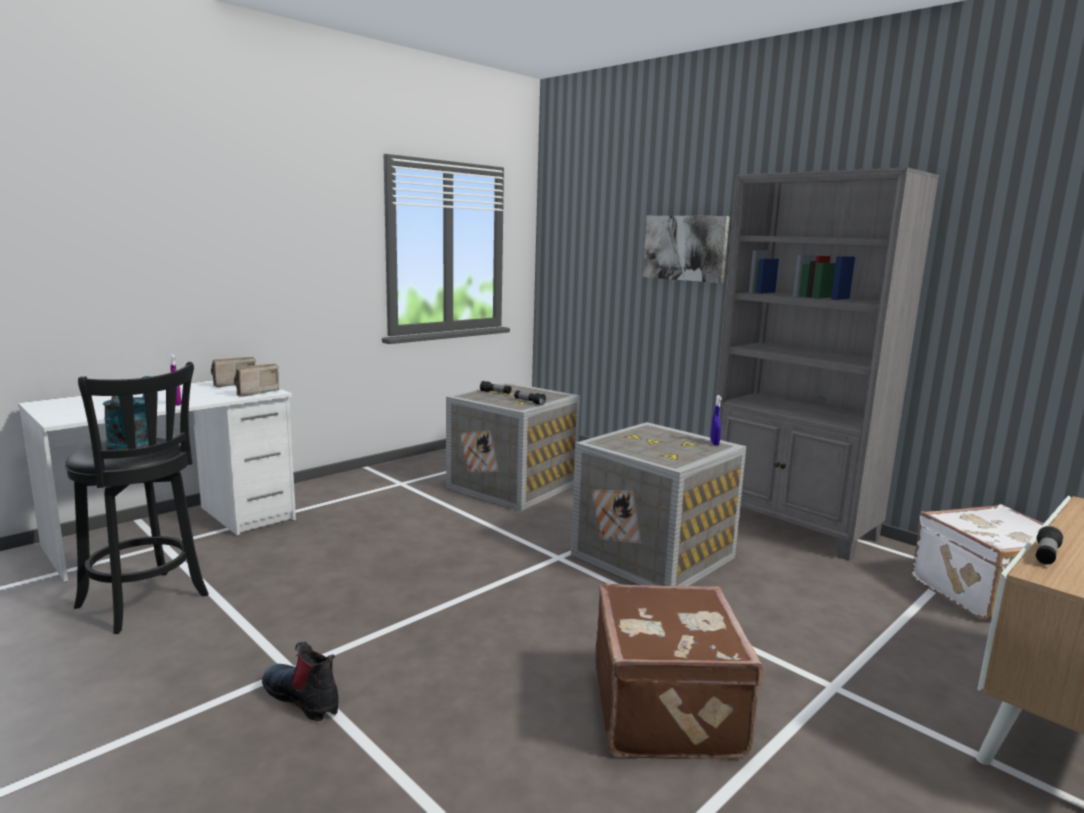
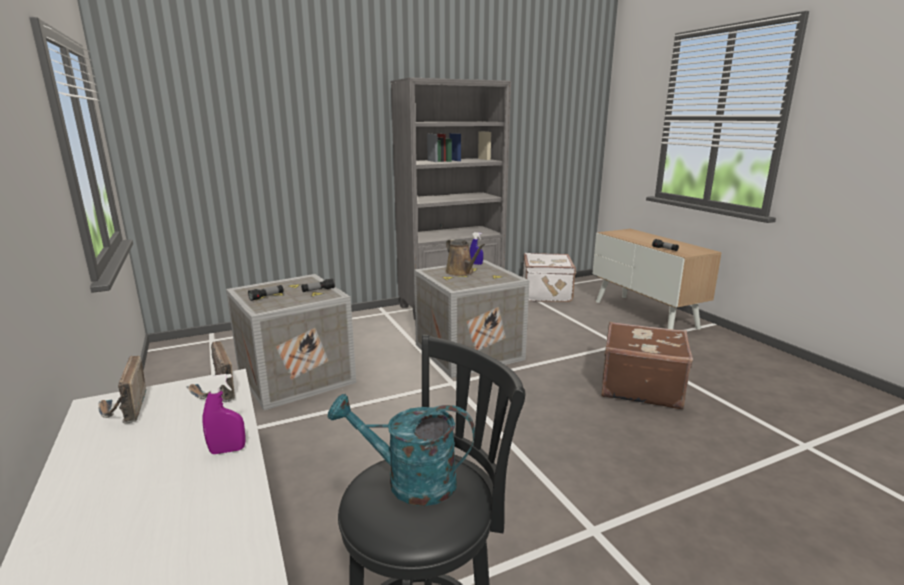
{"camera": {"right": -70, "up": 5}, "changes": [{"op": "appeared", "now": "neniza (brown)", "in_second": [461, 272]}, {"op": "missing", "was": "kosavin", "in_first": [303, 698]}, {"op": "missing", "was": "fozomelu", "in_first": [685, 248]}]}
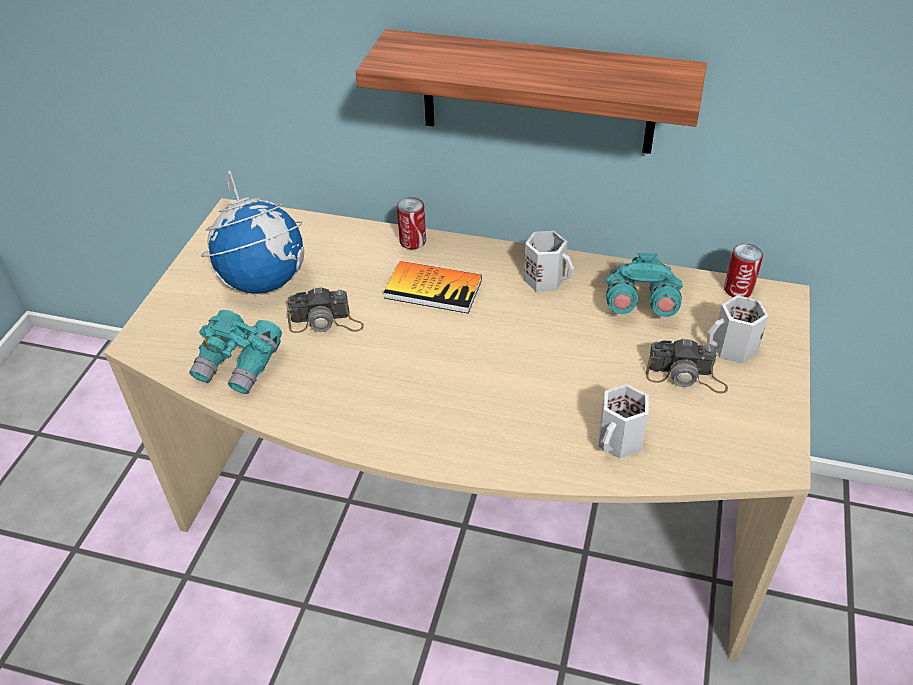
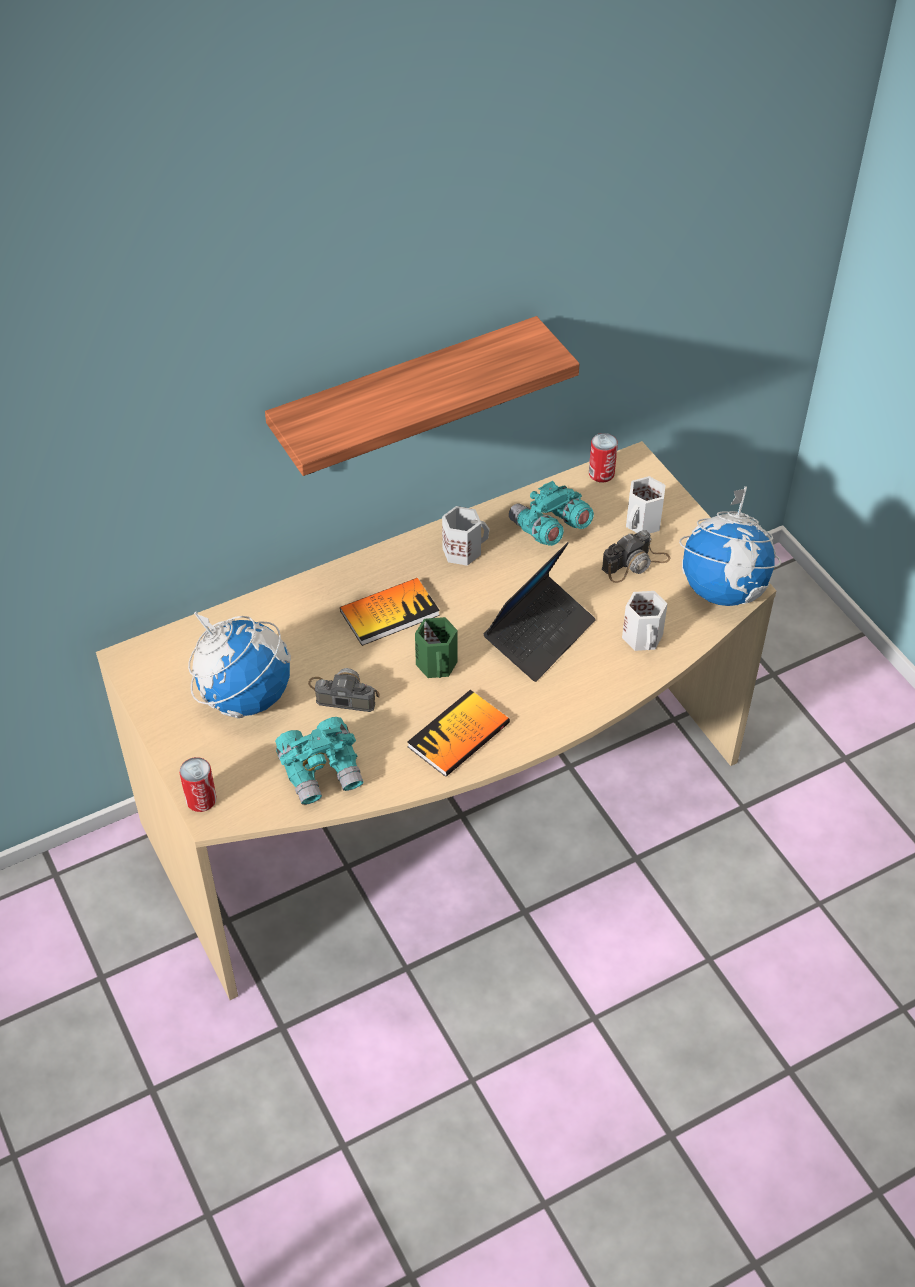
{"camera": {"right": -45, "up": 5}, "changes": [{"op": "relocated", "was": "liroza", "in_first": [413, 241], "in_second": [201, 799]}, {"op": "spun", "was": "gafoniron", "in_first": [326, 322], "in_second": [342, 694], "clockwise": -120}, {"op": "appeared", "now": "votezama", "in_second": [458, 735]}, {"op": "appeared", "now": "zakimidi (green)", "in_second": [438, 664]}, {"op": "appeared", "now": "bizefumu", "in_second": [539, 635]}, {"op": "appeared", "now": "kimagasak", "in_second": [724, 589]}]}
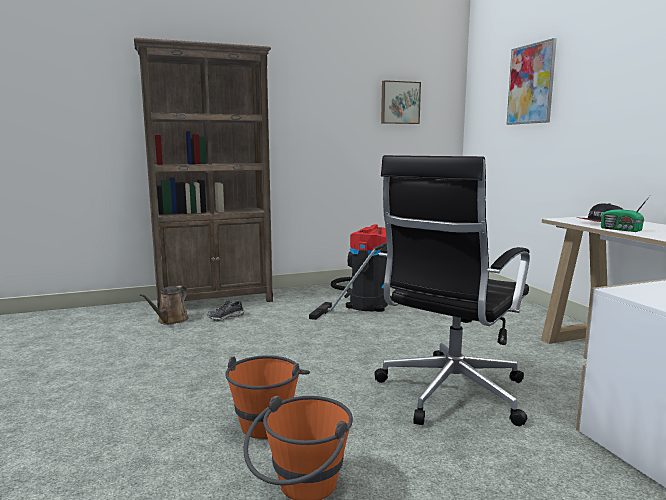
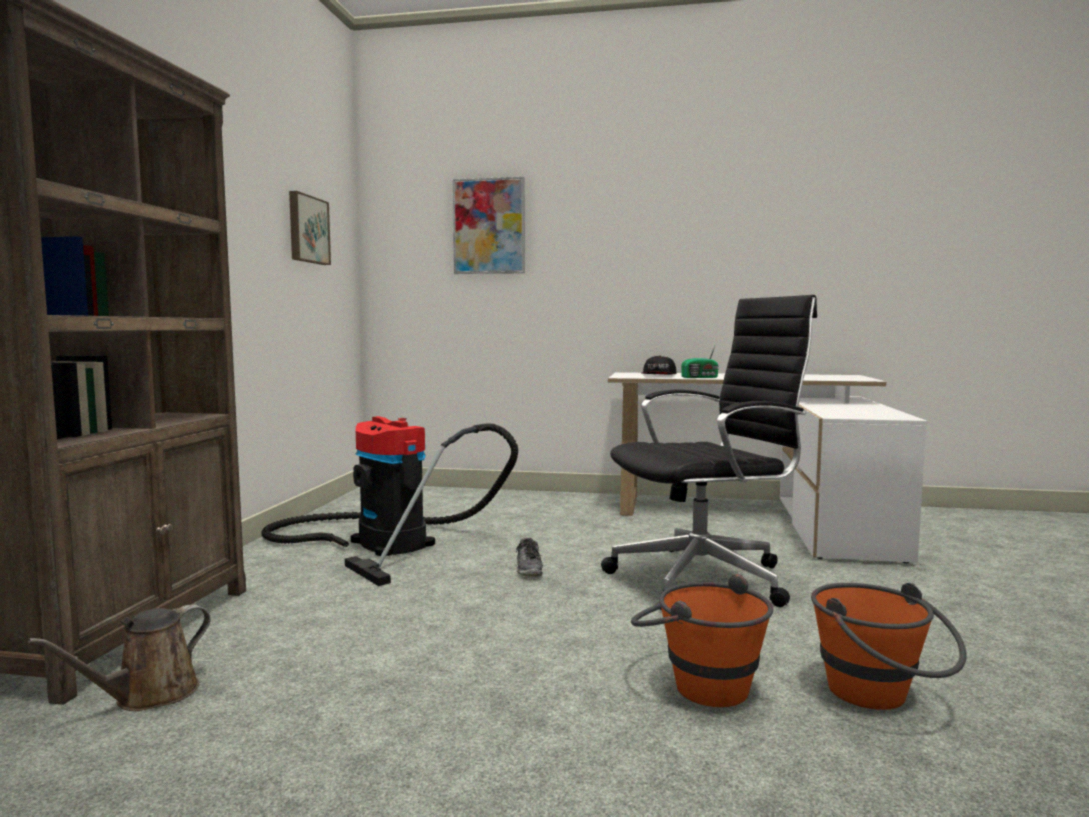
{"camera": {"right": -60, "up": -5}, "changes": [{"op": "spun", "was": "neniza (brown)", "in_first": [171, 320], "in_second": [149, 696], "clockwise": 75}, {"op": "relocated", "was": "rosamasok", "in_first": [225, 317], "in_second": [529, 569]}, {"op": "spun", "was": "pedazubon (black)", "in_first": [449, 394], "in_second": [705, 578], "clockwise": -90}]}
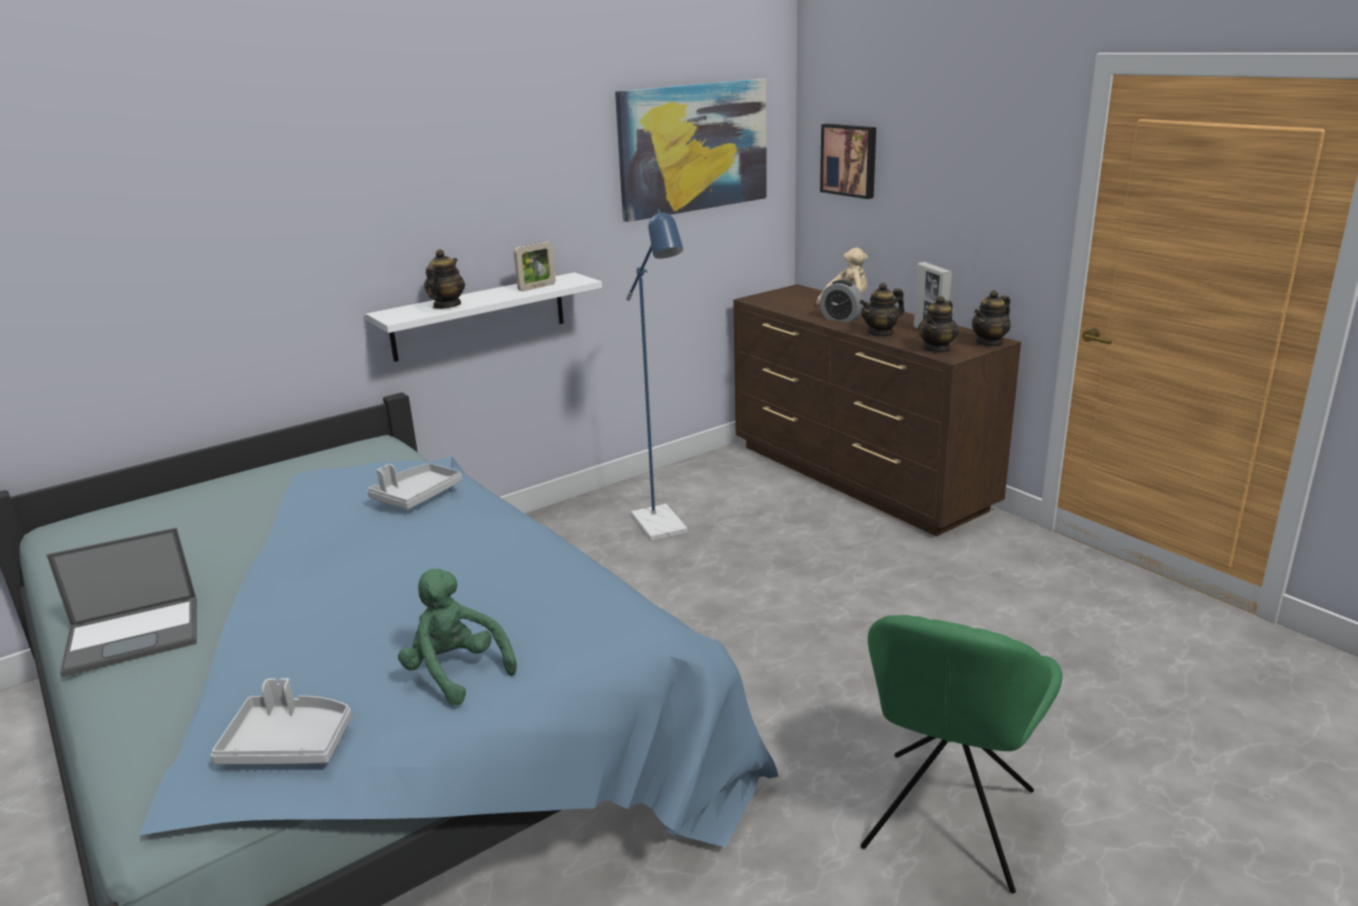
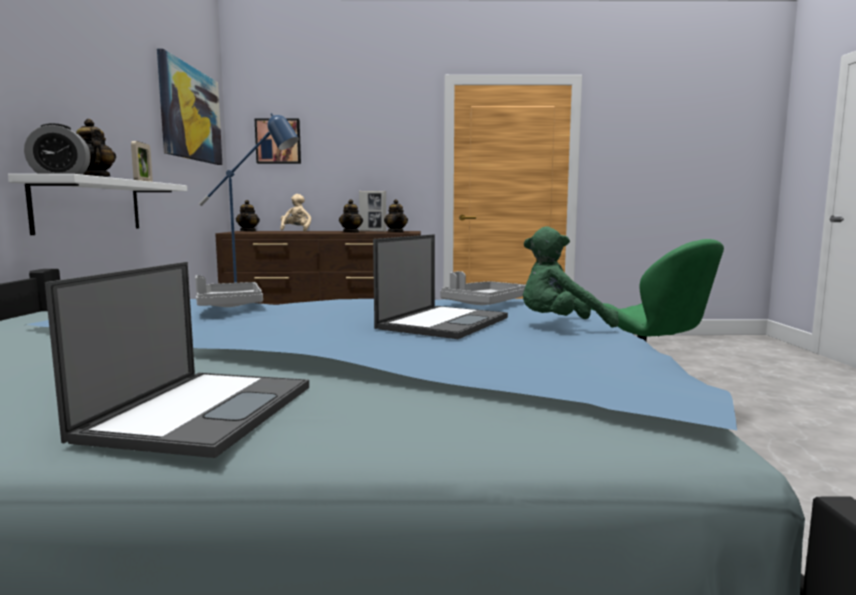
{"camera": {"right": -55, "up": -15}, "changes": [{"op": "relocated", "was": "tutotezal", "in_first": [841, 319], "in_second": [60, 174]}, {"op": "relocated", "was": "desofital", "in_first": [989, 343], "in_second": [248, 231]}, {"op": "appeared", "now": "bizefumu", "in_second": [444, 322]}, {"op": "relocated", "was": "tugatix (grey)", "in_first": [289, 743], "in_second": [484, 304]}]}
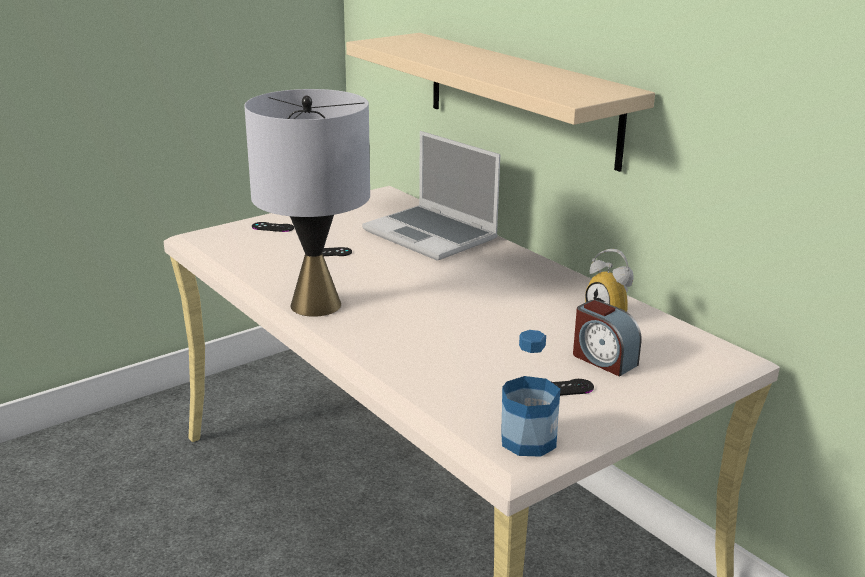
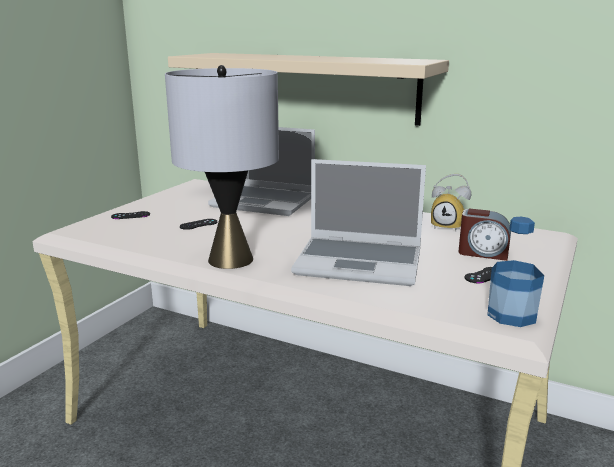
{"camera": {"right": -25, "up": -5}, "changes": [{"op": "appeared", "now": "bizefumu", "in_second": [360, 263]}]}
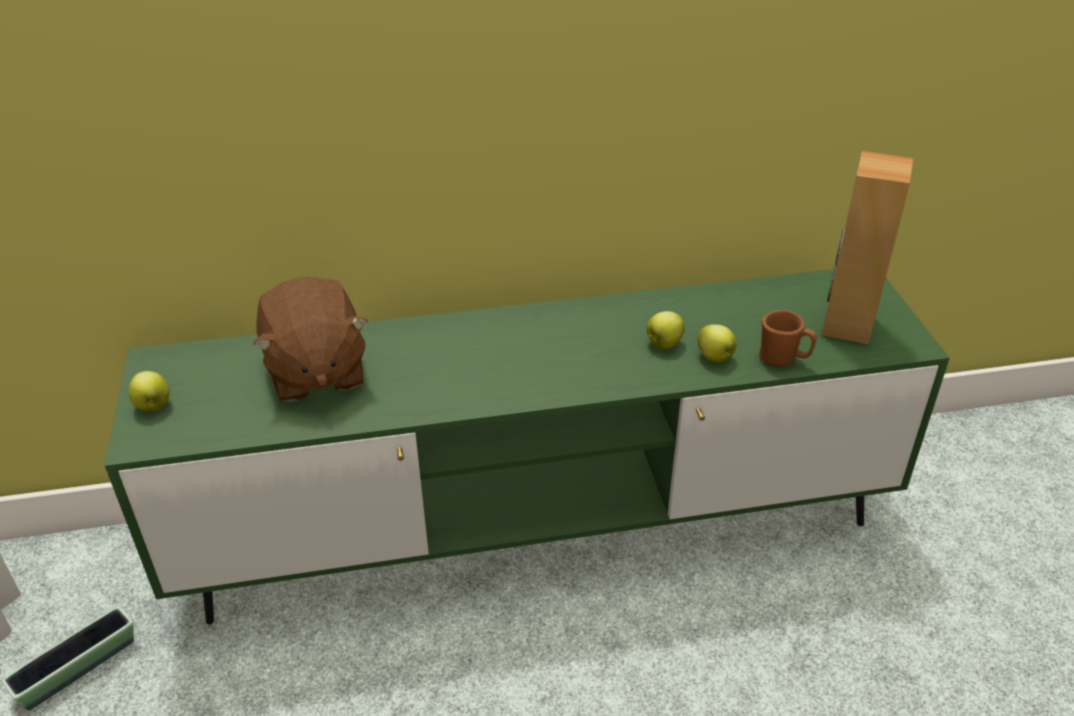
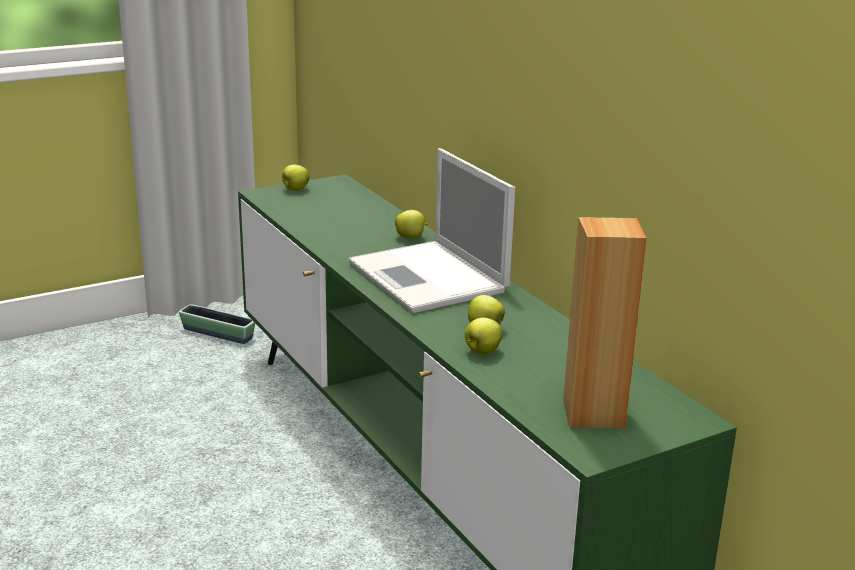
{"camera": {"right": 70, "up": -15}, "changes": [{"op": "appeared", "now": "bizefumu", "in_second": [429, 278]}, {"op": "appeared", "now": "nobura", "in_second": [411, 237]}, {"op": "missing", "was": "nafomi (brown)", "in_first": [315, 372]}, {"op": "missing", "was": "zakimidi (brown)", "in_first": [783, 359]}]}
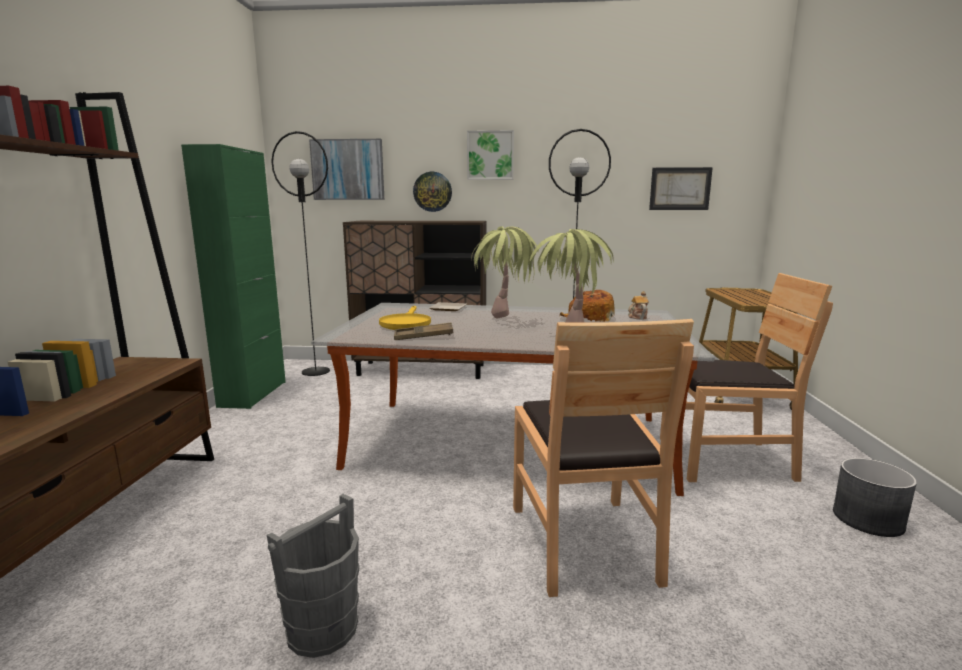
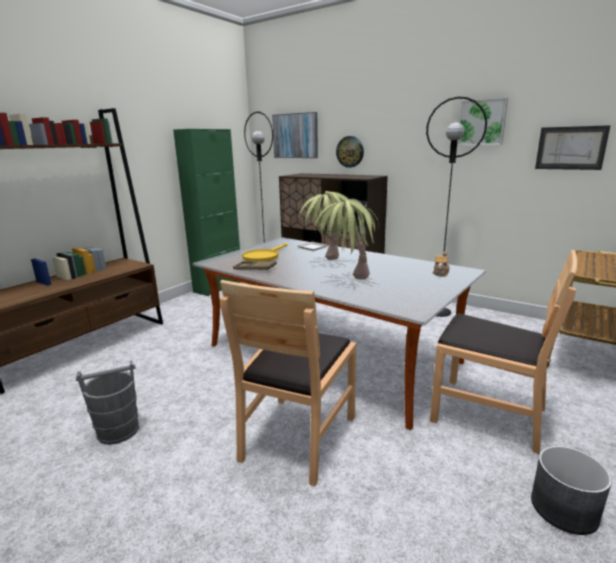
{"camera": {"right": 30, "up": 5}, "changes": [{"op": "relocated", "was": "fozomelu", "in_first": [490, 155], "in_second": [481, 122]}, {"op": "missing", "was": "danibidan", "in_first": [586, 317]}]}
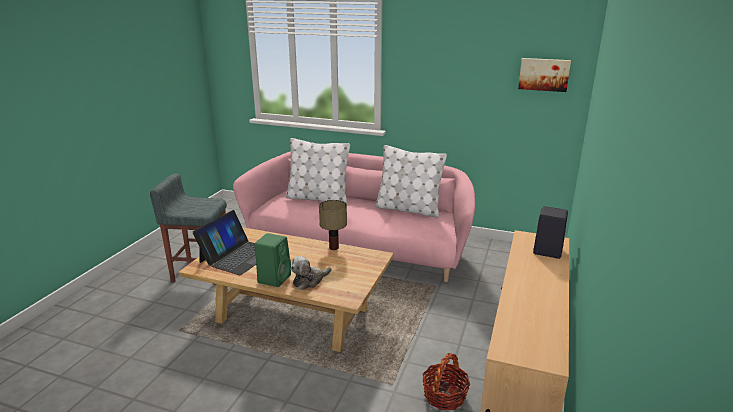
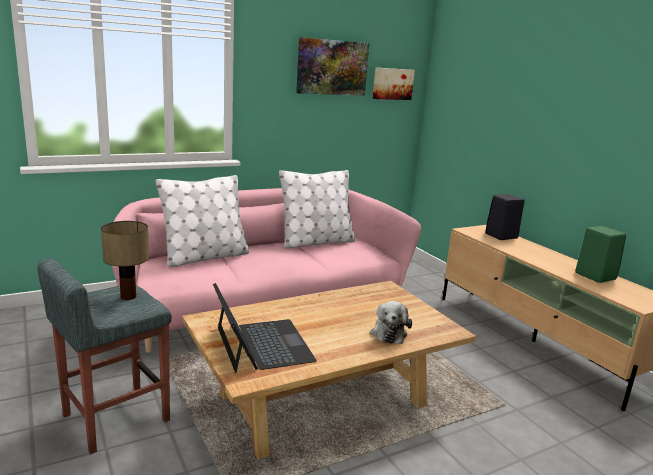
{"camera": {"right": -50, "up": -5}, "changes": [{"op": "relocated", "was": "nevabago", "in_first": [333, 247], "in_second": [127, 297]}, {"op": "appeared", "now": "fozomelu", "in_second": [332, 67]}, {"op": "relocated", "was": "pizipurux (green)", "in_first": [274, 278], "in_second": [594, 276]}, {"op": "missing", "was": "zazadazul", "in_first": [444, 395]}]}
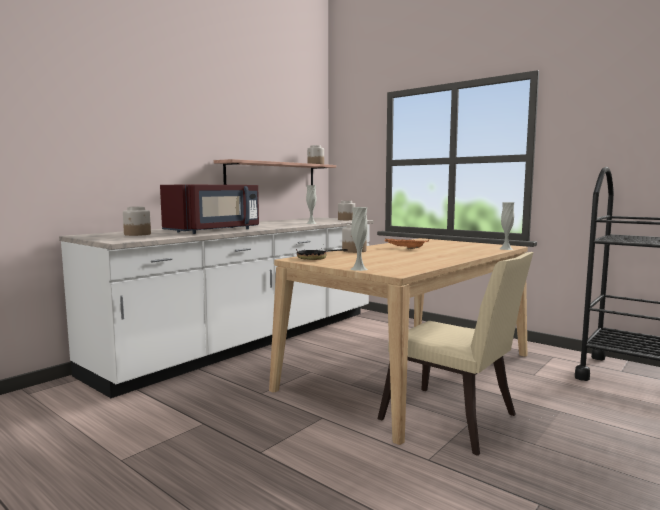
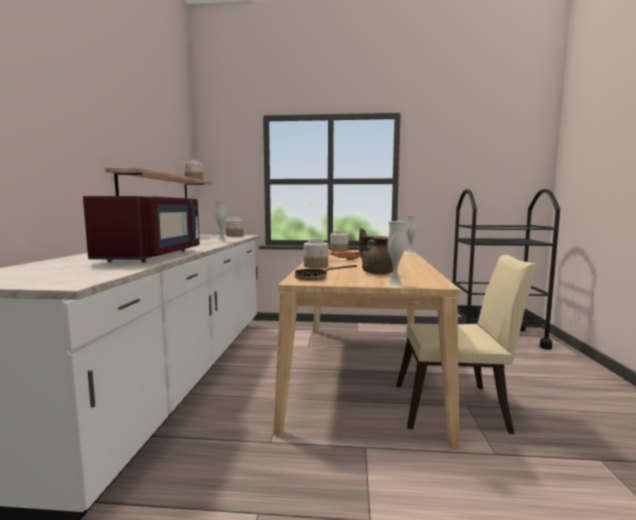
{"camera": {"right": -35, "up": 0}, "changes": [{"op": "relocated", "was": "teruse", "in_first": [137, 234], "in_second": [339, 250]}, {"op": "appeared", "now": "desofital (brown)", "in_second": [377, 273]}]}
